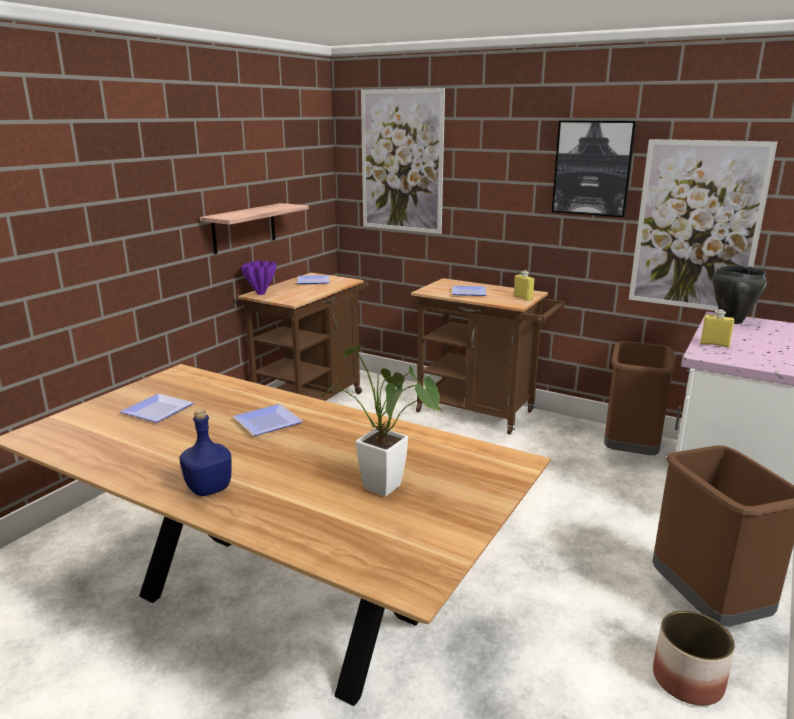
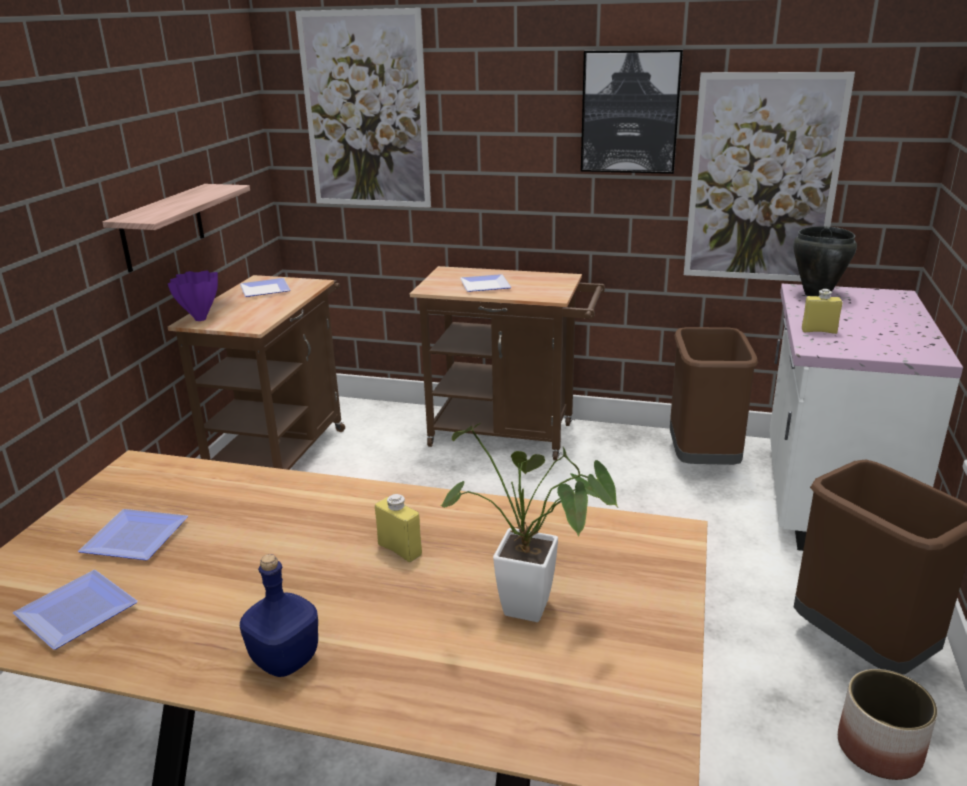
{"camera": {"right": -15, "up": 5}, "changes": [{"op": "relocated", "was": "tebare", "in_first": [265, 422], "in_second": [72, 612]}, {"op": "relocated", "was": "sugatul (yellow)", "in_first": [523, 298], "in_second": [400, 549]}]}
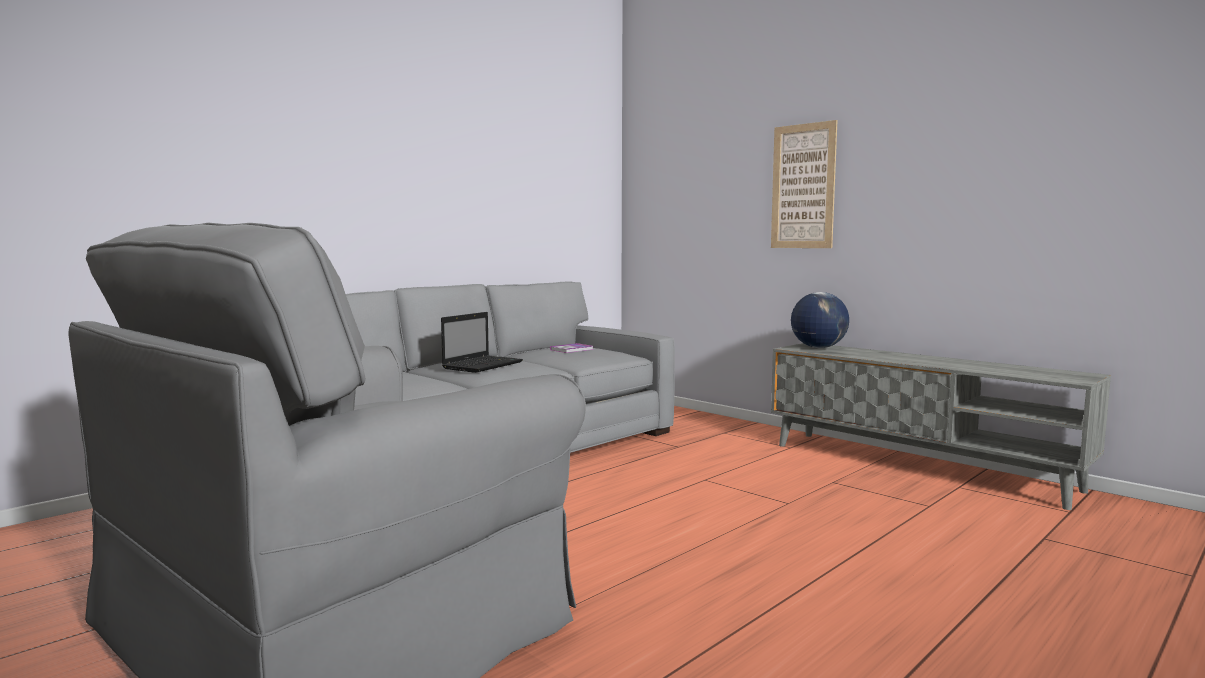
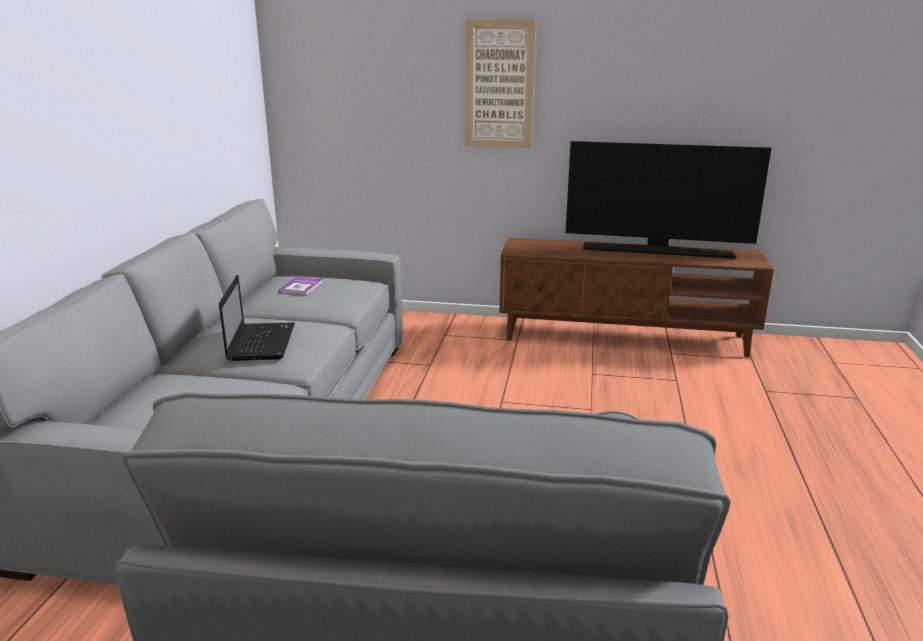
{"camera": {"right": -35, "up": 15}, "changes": [{"op": "colour", "was": "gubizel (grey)", "now": "gubizel (brown)", "in_first": [919, 466], "in_second": [625, 337]}, {"op": "appeared", "now": "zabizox", "in_second": [657, 251]}, {"op": "missing", "was": "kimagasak", "in_first": [818, 348]}]}
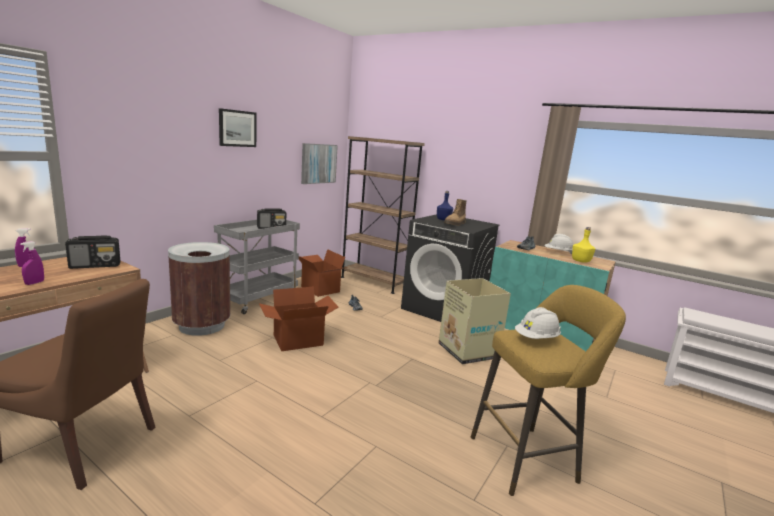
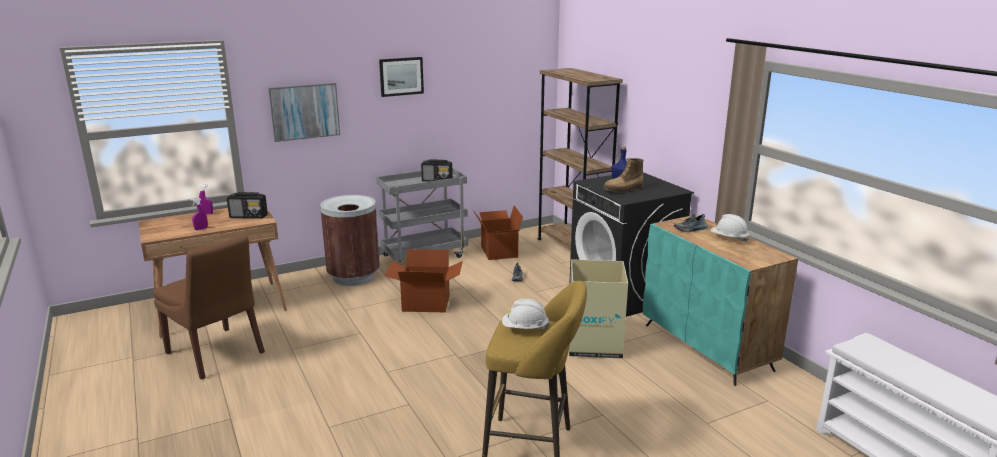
{"camera": {"right": 30, "up": 5}, "changes": [{"op": "relocated", "was": "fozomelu", "in_first": [318, 163], "in_second": [304, 111]}, {"op": "missing", "was": "sugatul (yellow)", "in_first": [580, 261]}]}
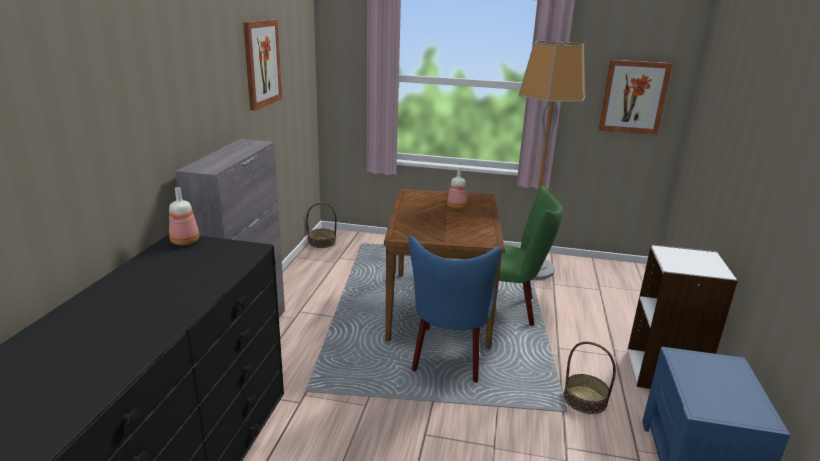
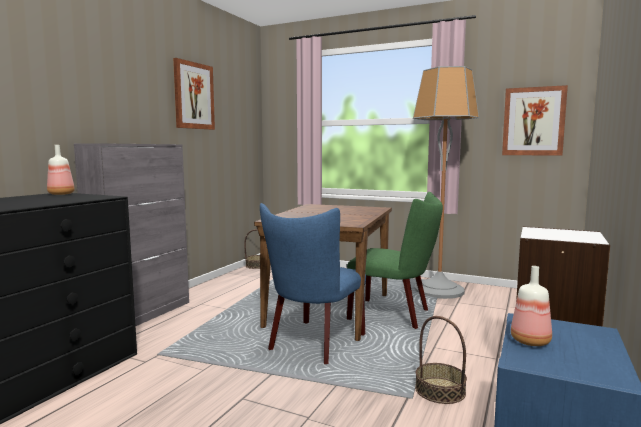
{"camera": {"right": 15, "up": -15}, "changes": [{"op": "relocated", "was": "sugatul", "in_first": [457, 207], "in_second": [531, 341]}]}
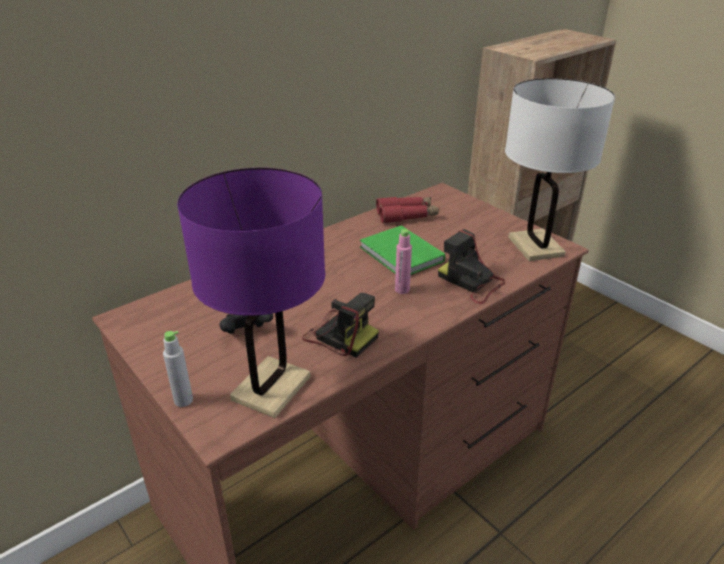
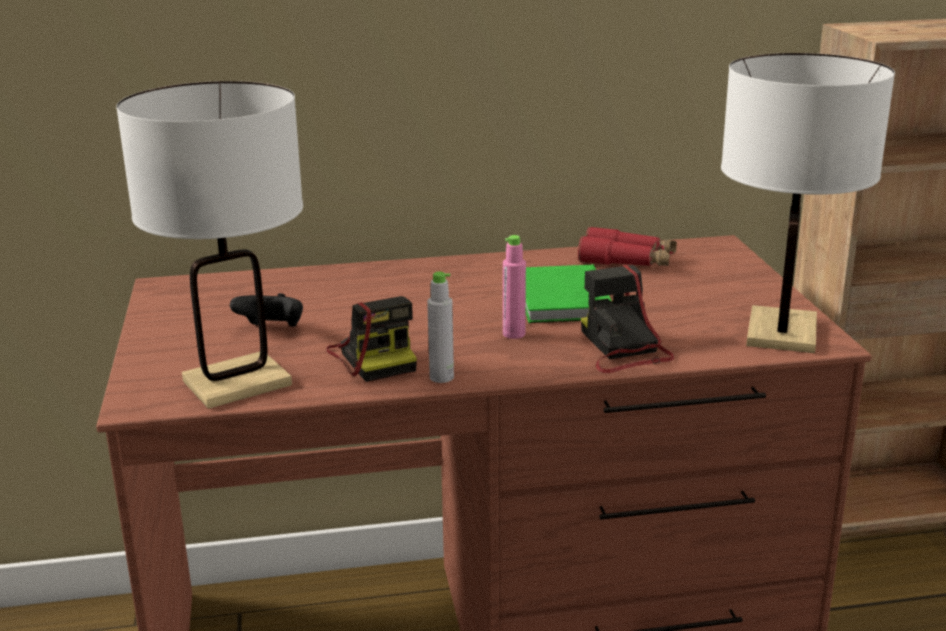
{"camera": {"right": 30, "up": -10}, "changes": [{"op": "colour", "was": "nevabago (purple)", "now": "nevabago (white)", "in_first": [271, 388], "in_second": [237, 383]}, {"op": "relocated", "was": "sugatul (grey)", "in_first": [183, 400], "in_second": [441, 377]}]}
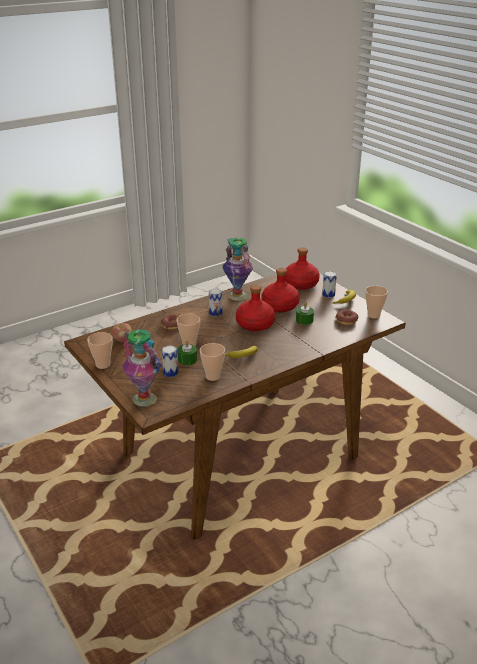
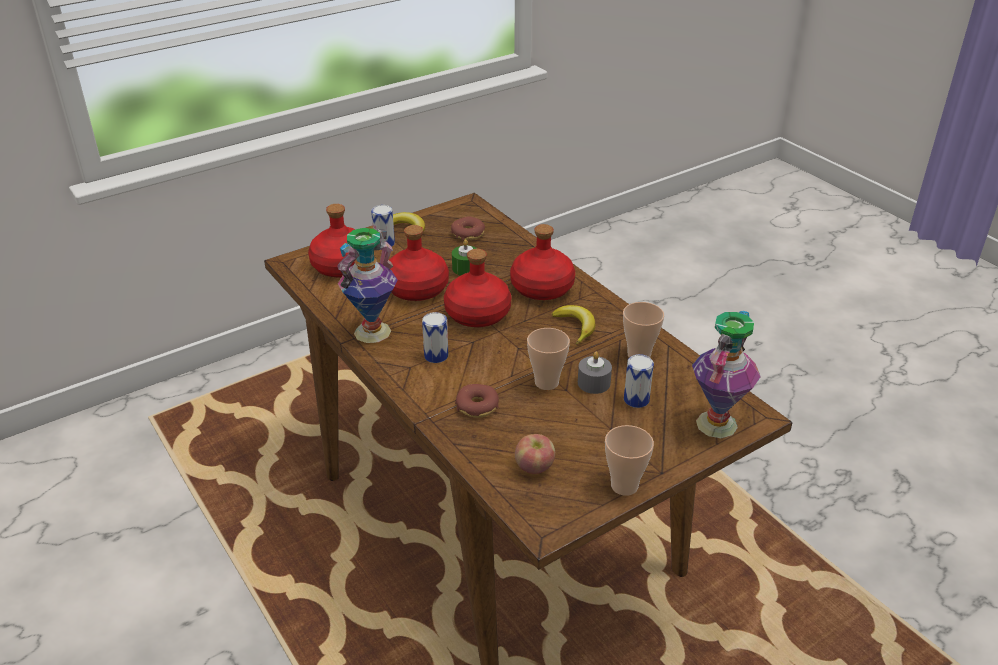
{"camera": {"right": -90, "up": 5}, "changes": [{"op": "appeared", "now": "sugatul (red)", "in_second": [541, 288]}, {"op": "colour", "was": "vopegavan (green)", "now": "vopegavan (grey)", "in_first": [187, 360], "in_second": [594, 383]}, {"op": "missing", "was": "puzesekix", "in_first": [373, 315]}]}
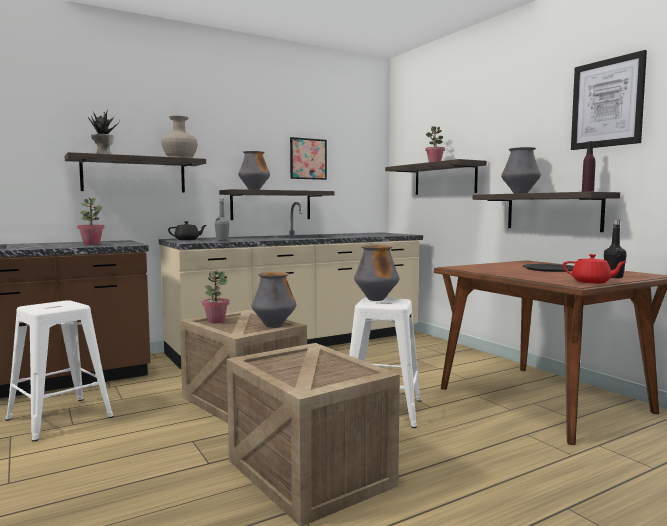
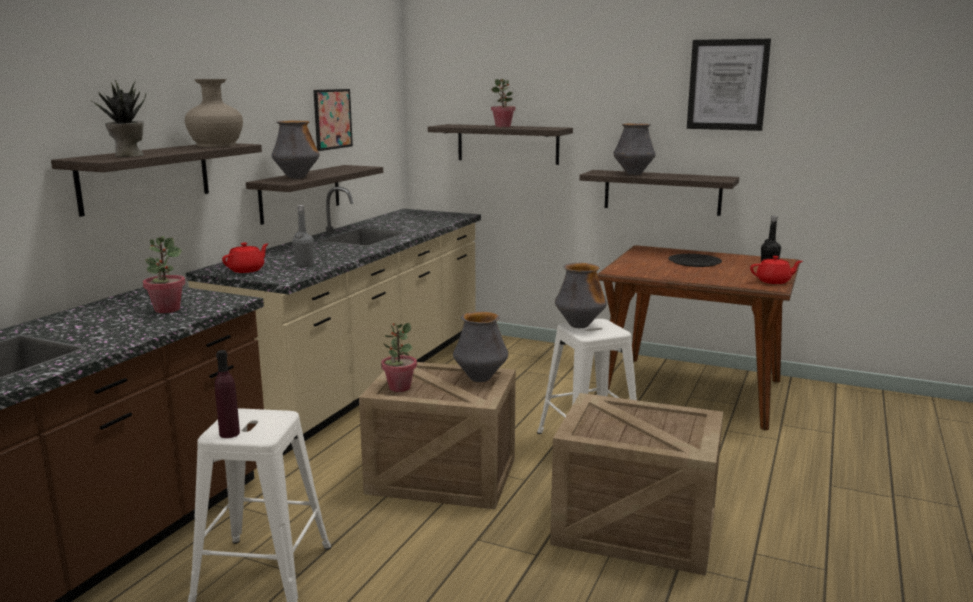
{"camera": {"right": -35, "up": 10}, "changes": [{"op": "relocated", "was": "sugatul (purple)", "in_first": [587, 192], "in_second": [229, 433]}, {"op": "colour", "was": "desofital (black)", "now": "desofital (red)", "in_first": [187, 240], "in_second": [247, 270]}]}
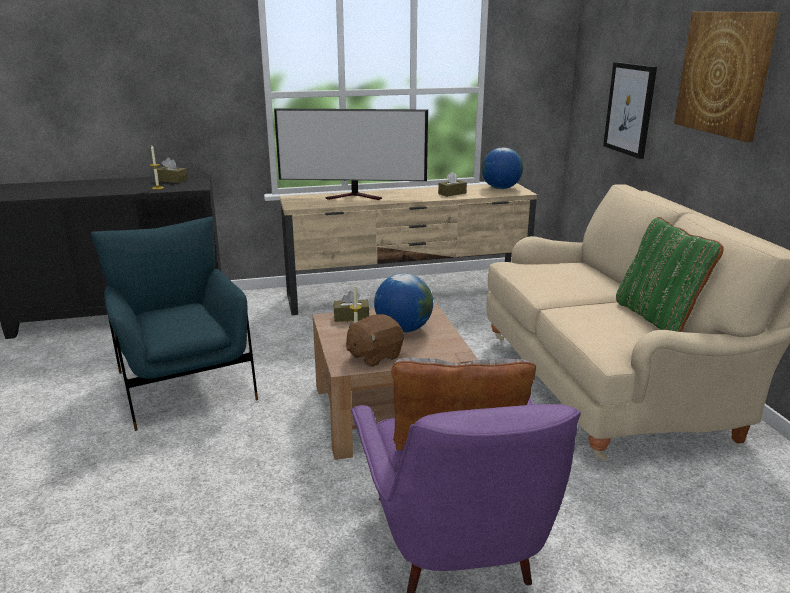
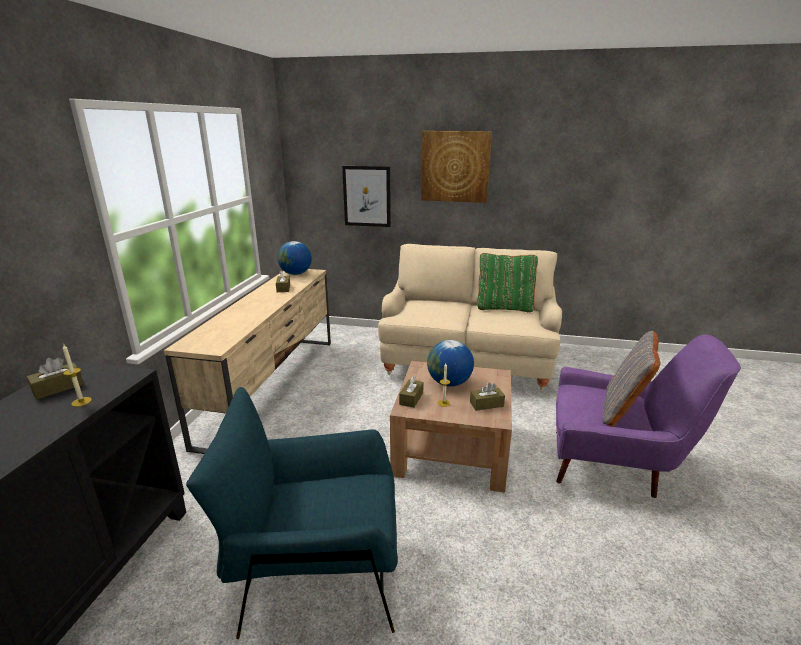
{"camera": {"right": -65, "up": 0}, "changes": [{"op": "exchanged", "was": "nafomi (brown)", "now": "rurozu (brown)", "in_first": [374, 356], "in_second": [486, 404]}, {"op": "missing", "was": "zabizox", "in_first": [356, 196]}]}
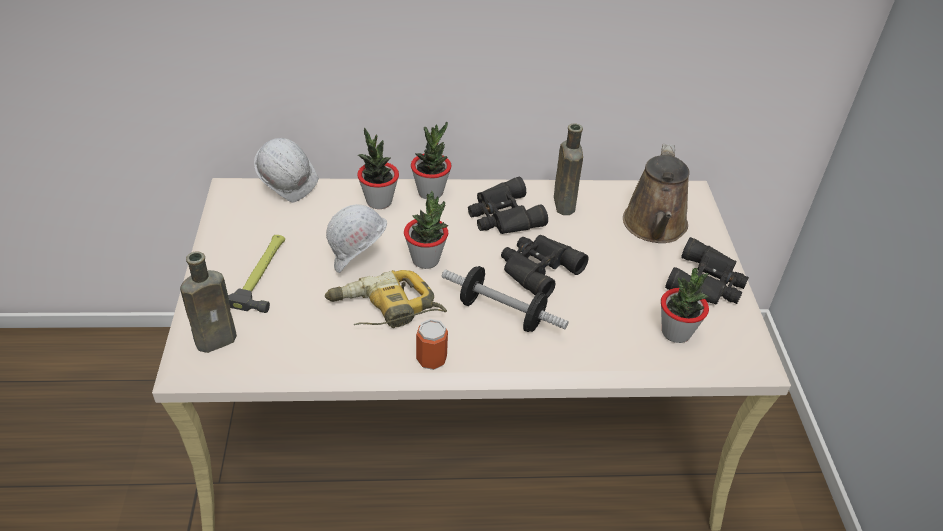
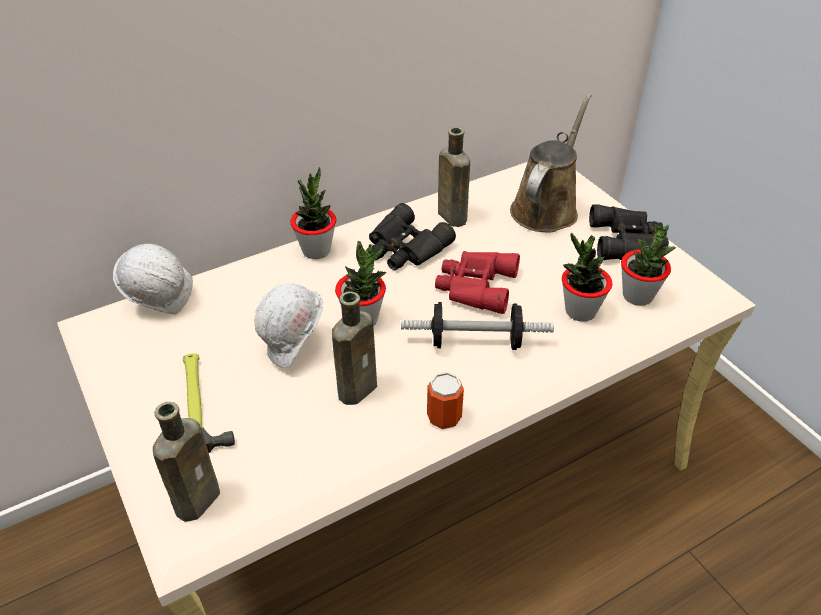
{"camera": {"right": -25, "up": 0}, "changes": [{"op": "exchanged", "was": "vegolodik", "now": "sugatul (brown)", "in_first": [384, 310], "in_second": [359, 387]}, {"op": "colour", "was": "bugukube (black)", "now": "bugukube (red)", "in_first": [537, 269], "in_second": [474, 286]}, {"op": "spun", "was": "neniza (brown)", "in_first": [655, 227], "in_second": [546, 208], "clockwise": -135}, {"op": "relocated", "was": "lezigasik", "in_first": [379, 201], "in_second": [580, 311]}]}
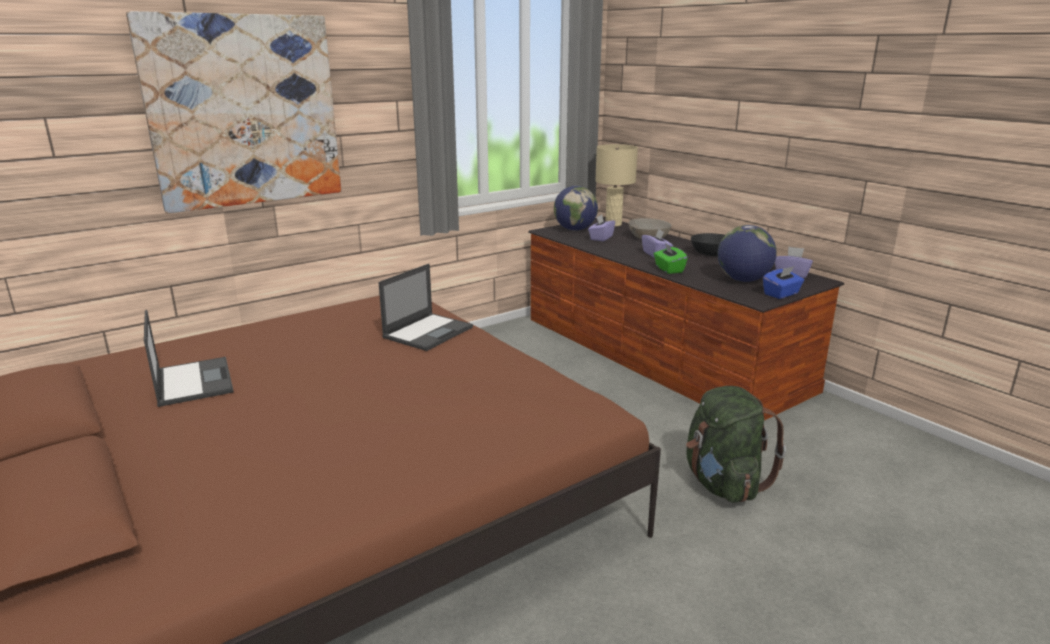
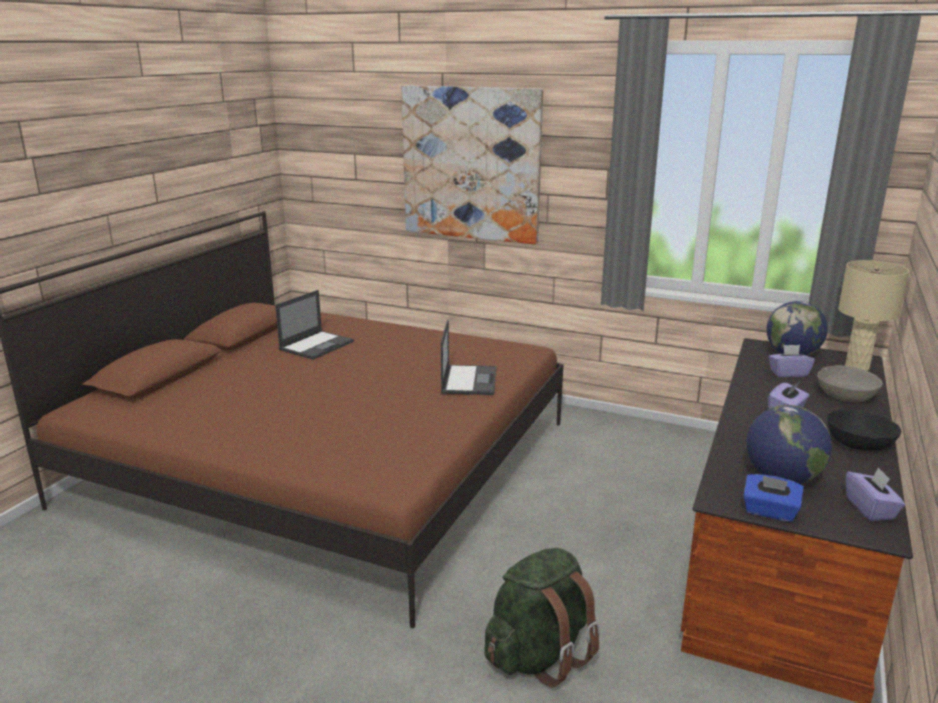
{"camera": {"right": 60, "up": 0}, "changes": [{"op": "spun", "was": "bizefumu", "in_first": [428, 332], "in_second": [469, 380], "clockwise": -90}, {"op": "missing", "was": "rurozu (green)", "in_first": [668, 269]}]}
